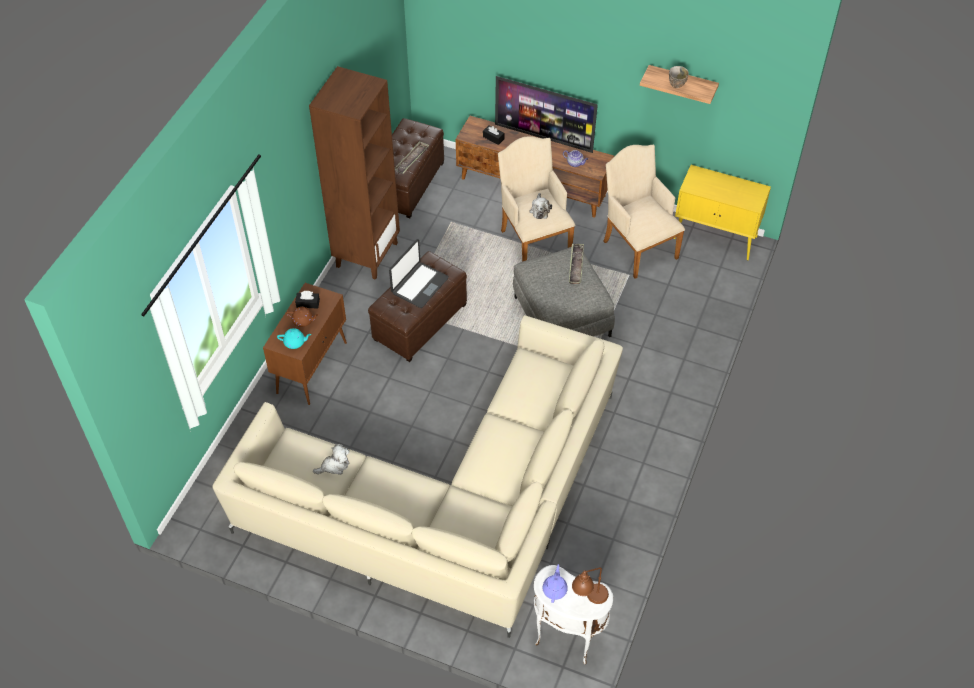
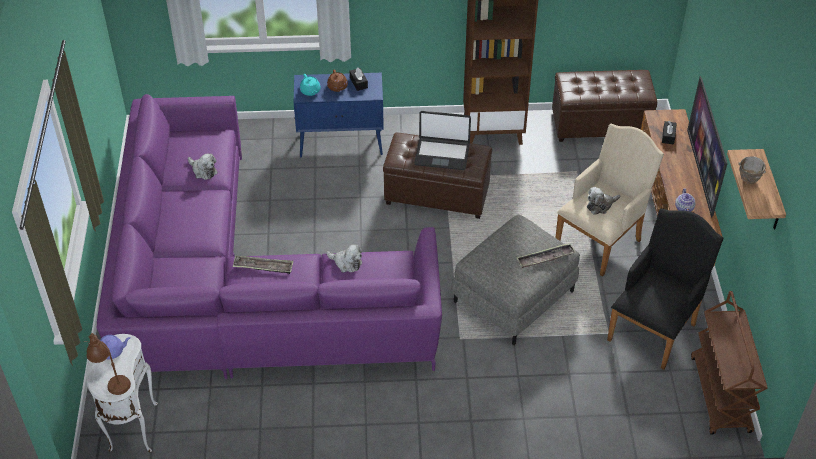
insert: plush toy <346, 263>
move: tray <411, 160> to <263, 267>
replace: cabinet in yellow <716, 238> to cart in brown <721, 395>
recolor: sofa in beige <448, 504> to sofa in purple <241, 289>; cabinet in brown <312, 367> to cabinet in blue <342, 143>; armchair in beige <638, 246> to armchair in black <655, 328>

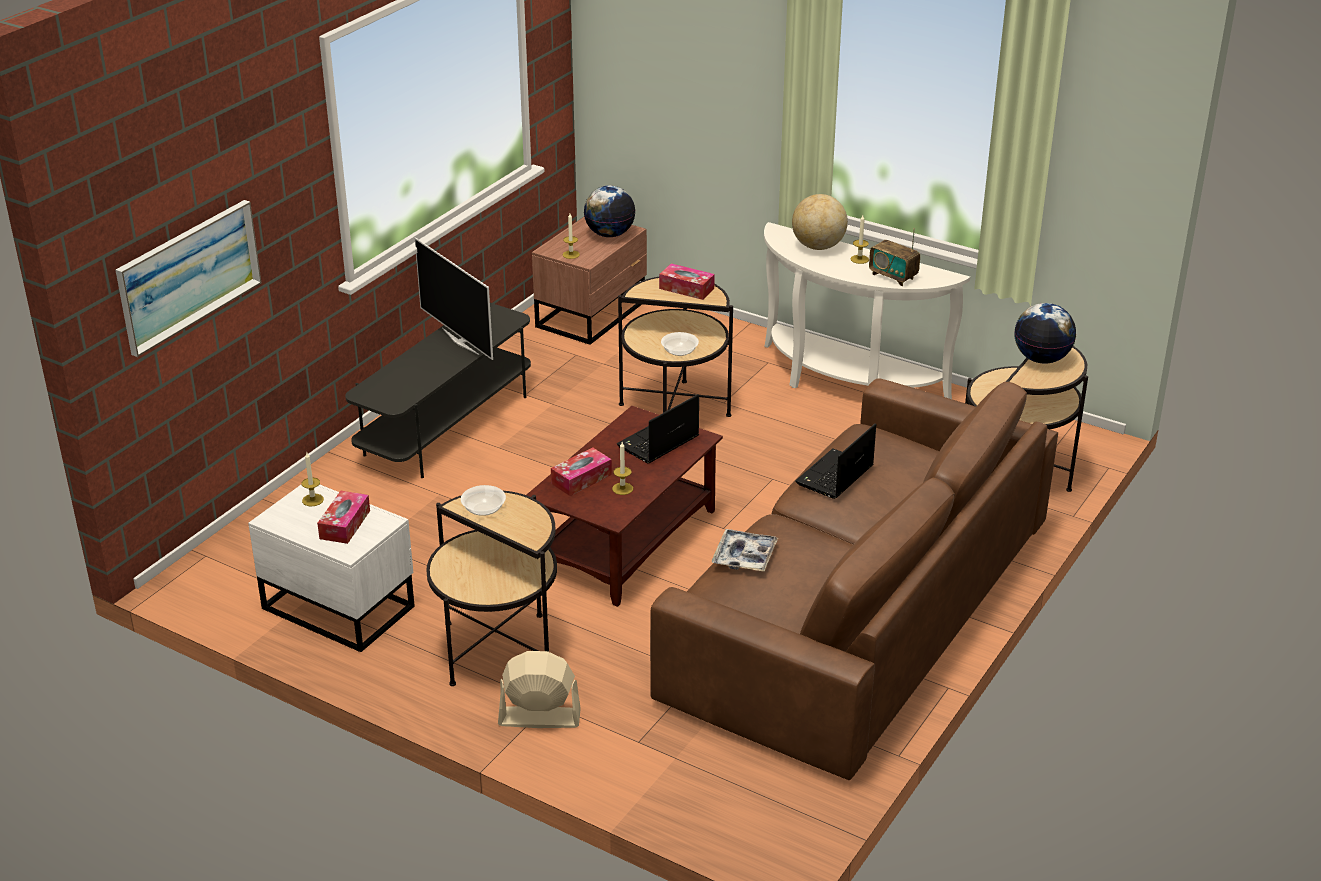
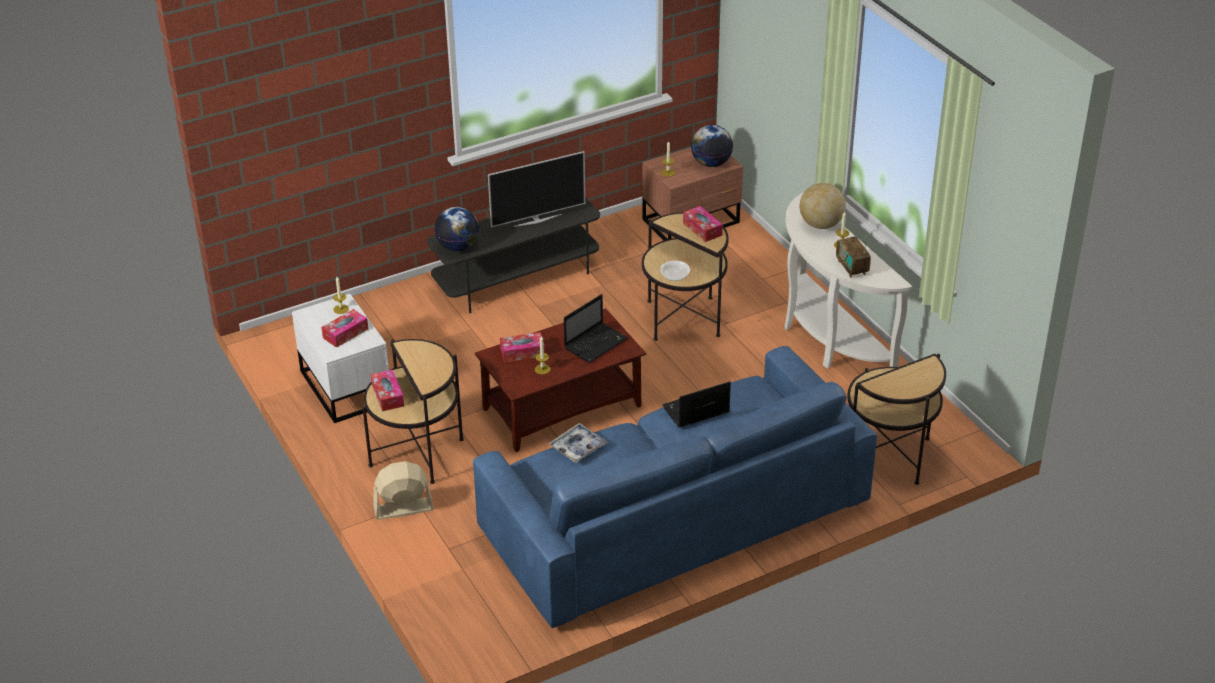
delete: picture <188, 275>; bowl <484, 509>
insert: tissue box <388, 395>
move: globe <1041, 359> to <458, 247>
recolor: sofa in brown <857, 608> to sofa in blue <673, 514>
rotate: fan in beige <539, 717> = <403, 508> 45 degrees counterclockwise; television <461, 341> = <537, 220> 105 degrees counterclockwise; laptop <657, 443> = <596, 343> 150 degrees clockwise

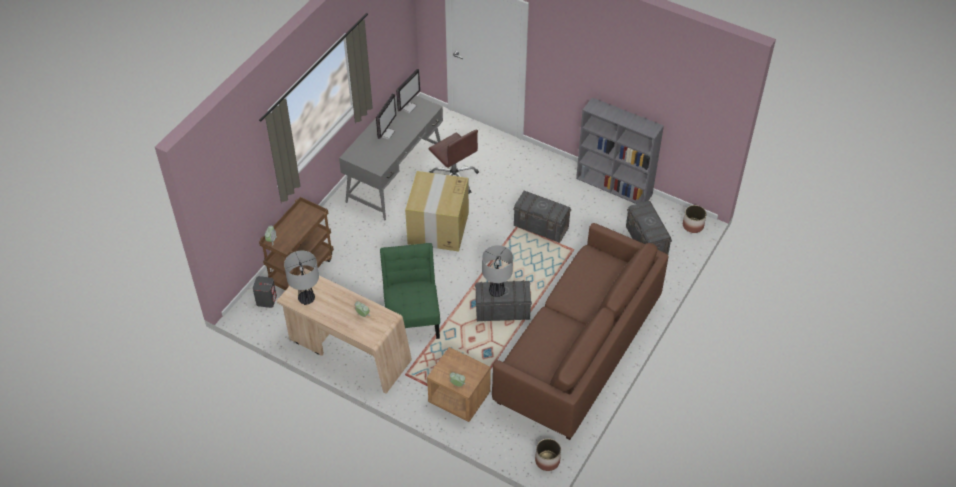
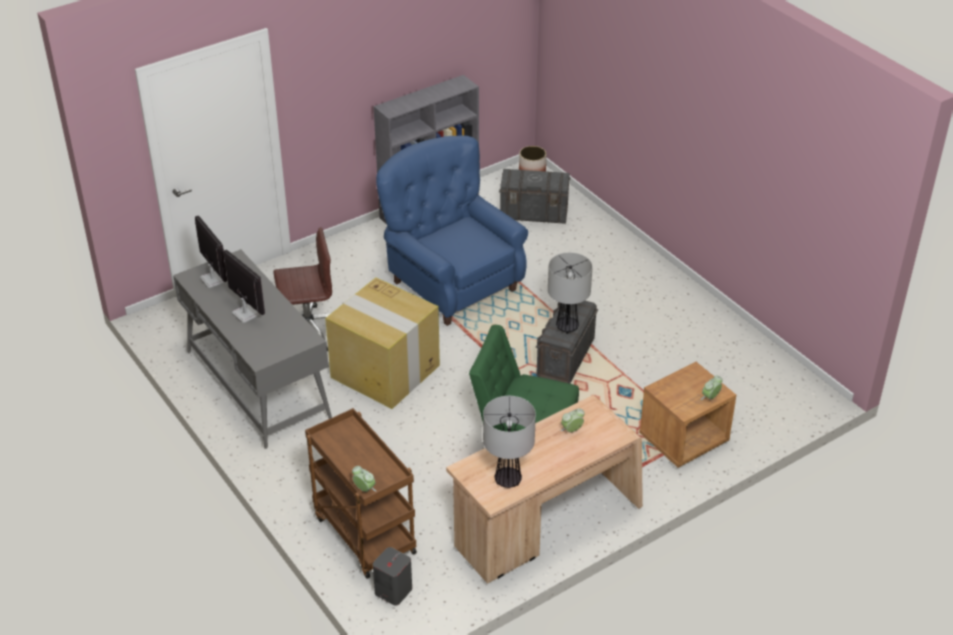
delete: sofa in brown <578, 350>; planter <547, 461>
replace: storage box in grey <541, 227> to armchair in blue <451, 283>

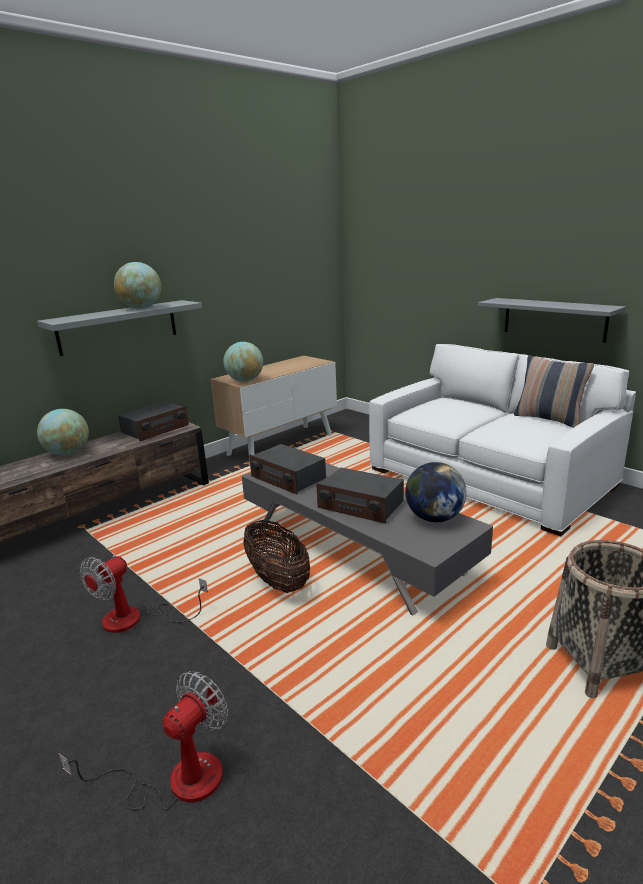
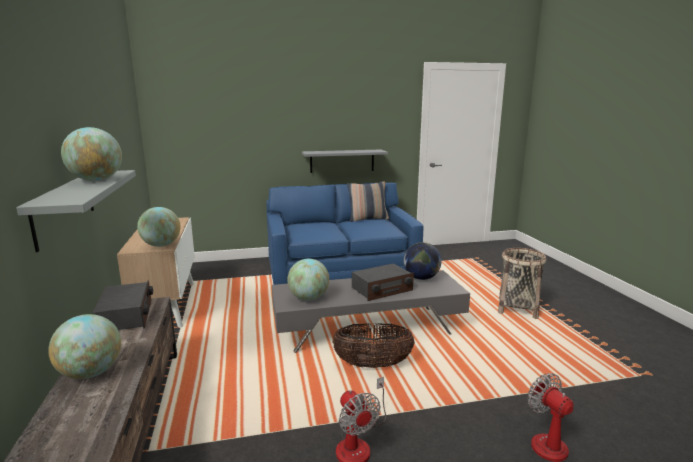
replace: radio <288, 478> to globe <309, 298>
recolor: sofa in white <490, 477> to sofa in blue <341, 267>

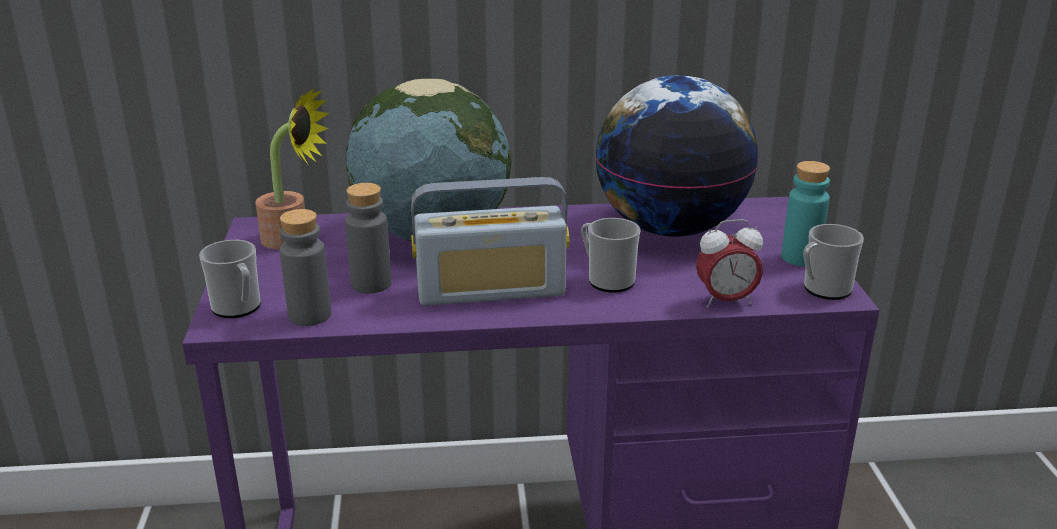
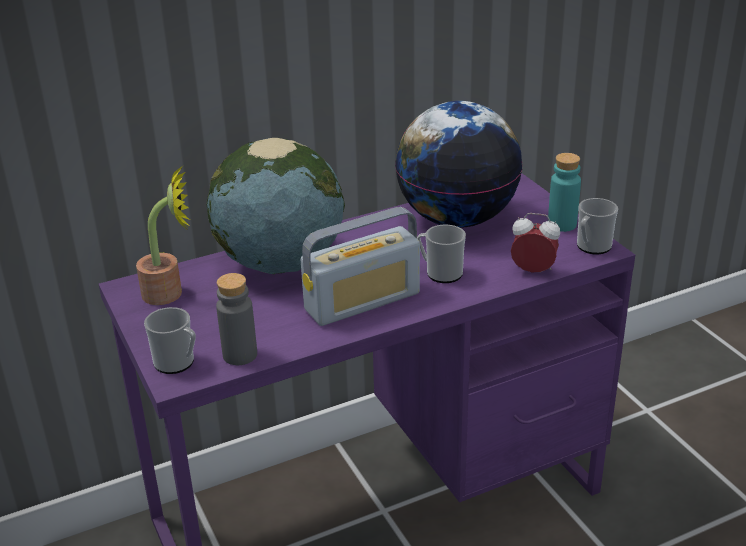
delete: bottle in grey <371, 284>
rotate: alarm clock <725, 301> = <533, 271> 135 degrees counterclockwise

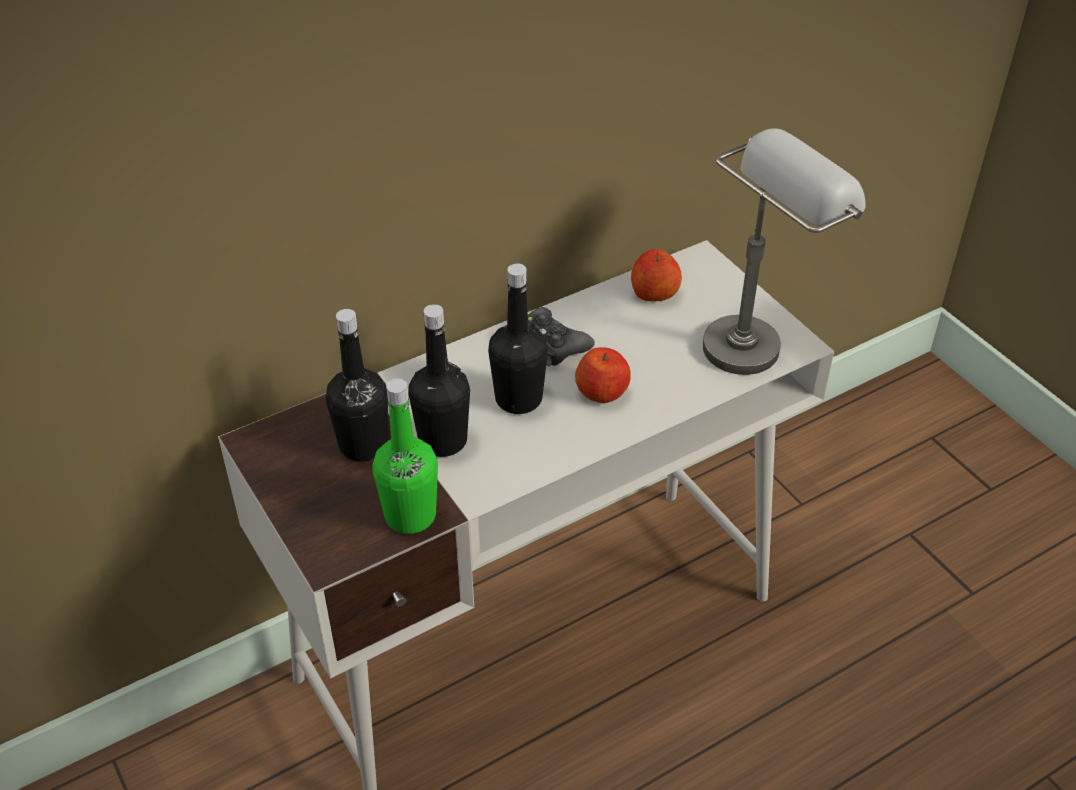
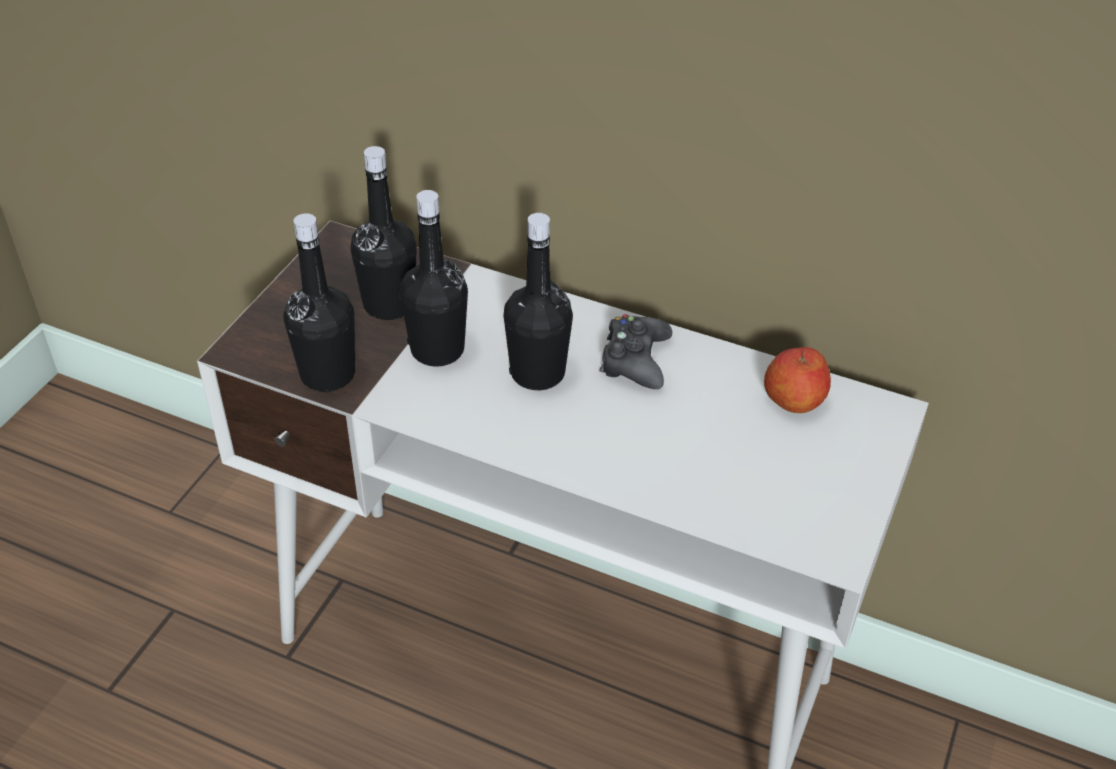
delete: apple <602, 391>; table lamp in grey <759, 336>
recolor: bottle in green <410, 515> to bottle in black <327, 374>

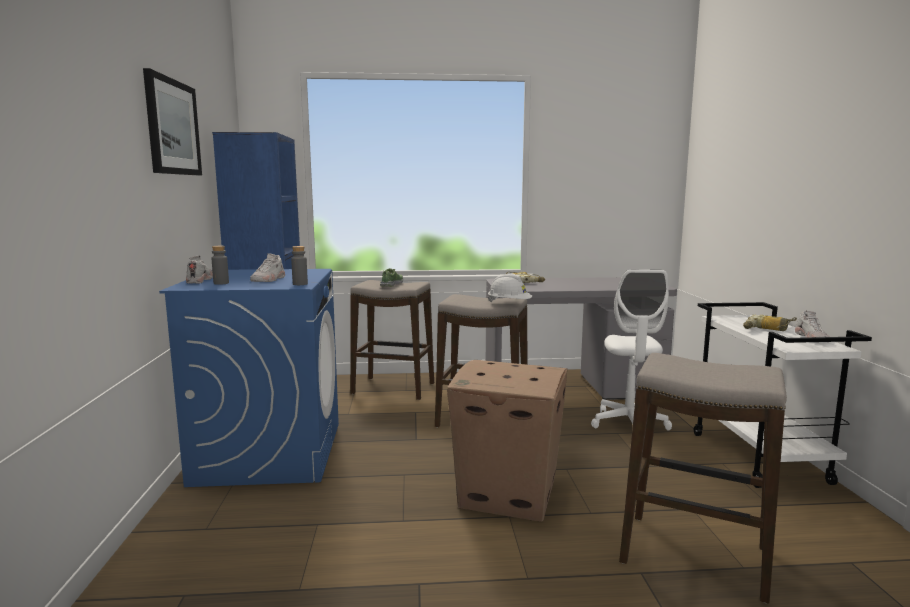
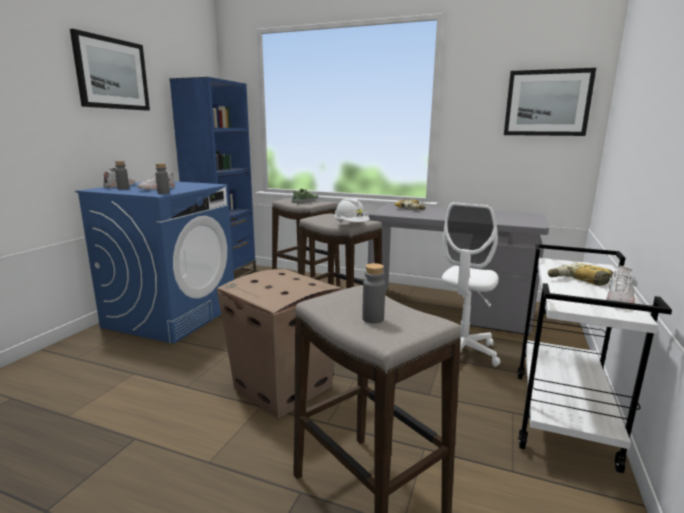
insert: bottle in grey <373, 319>; picture <547, 103>

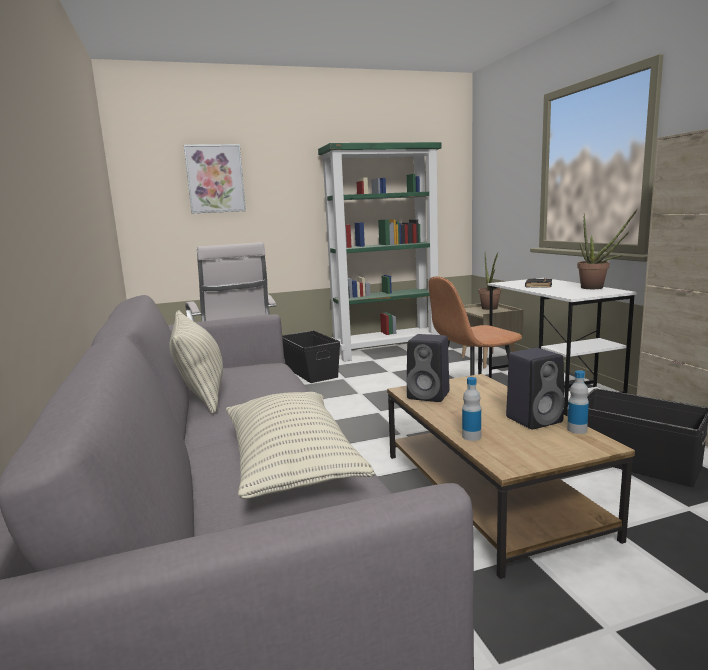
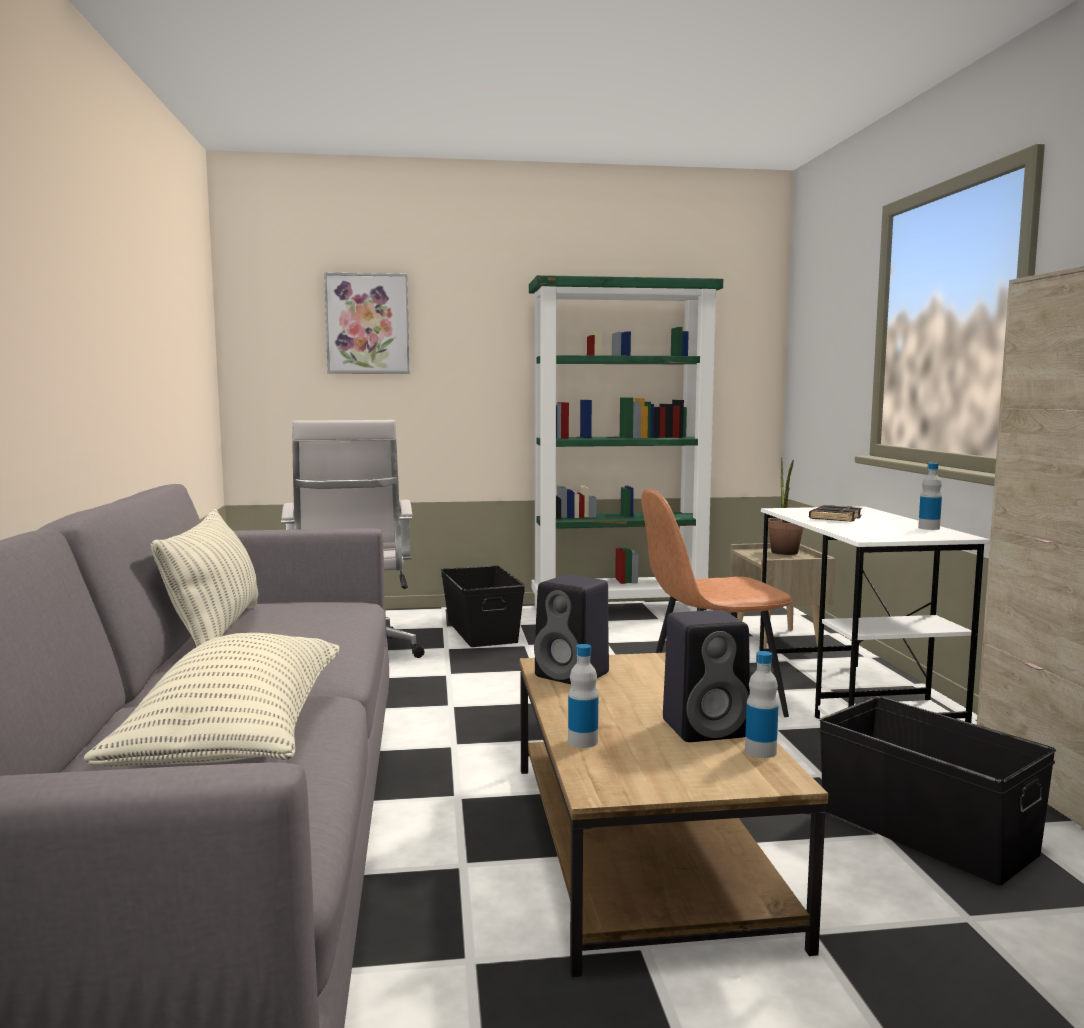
replace: potted plant <597, 288> to bottle <929, 528>

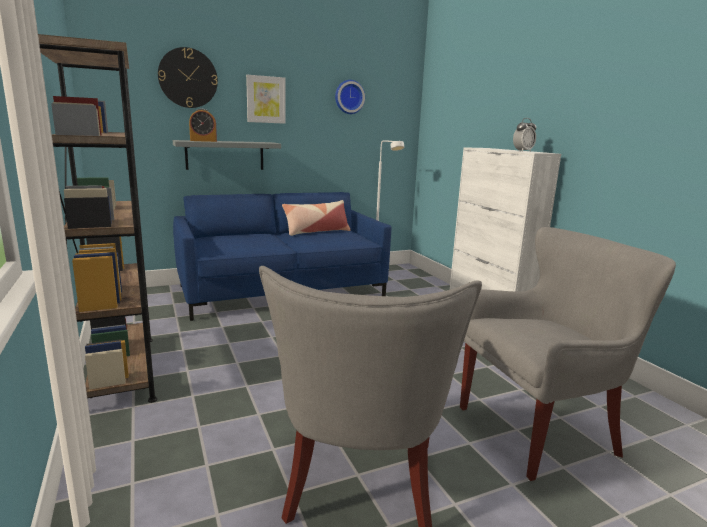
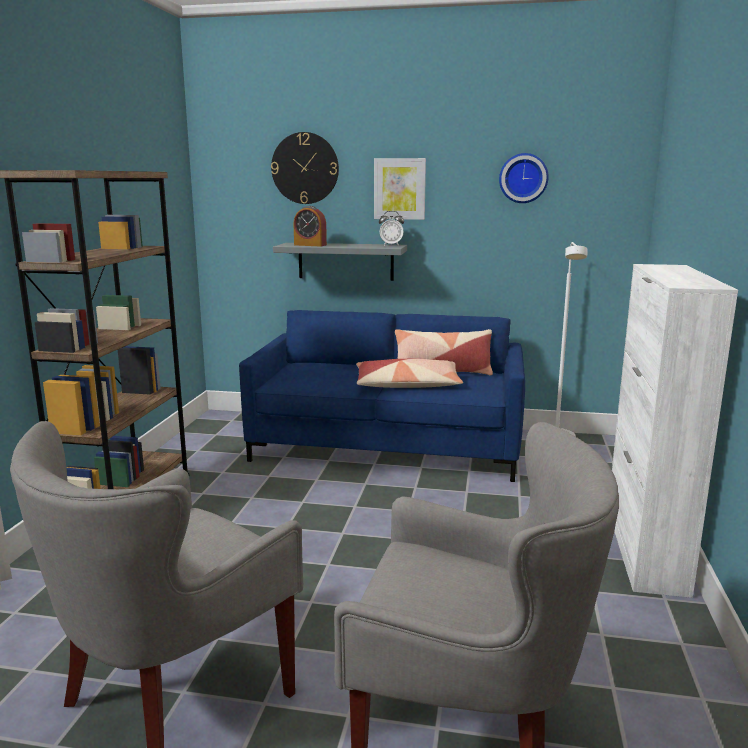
insert: pillow <408, 385>
move: alarm clock <522, 151> to <391, 245>

